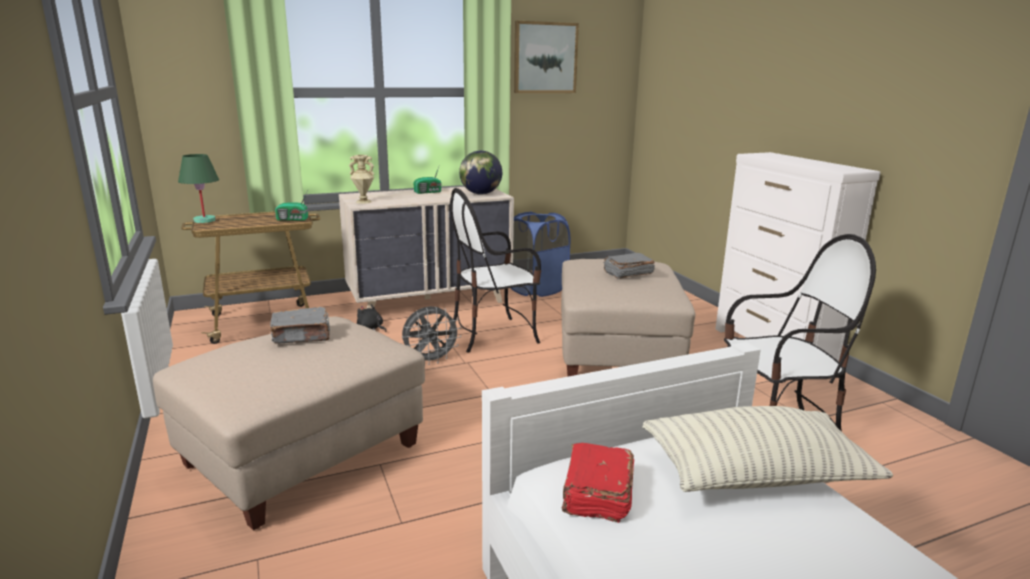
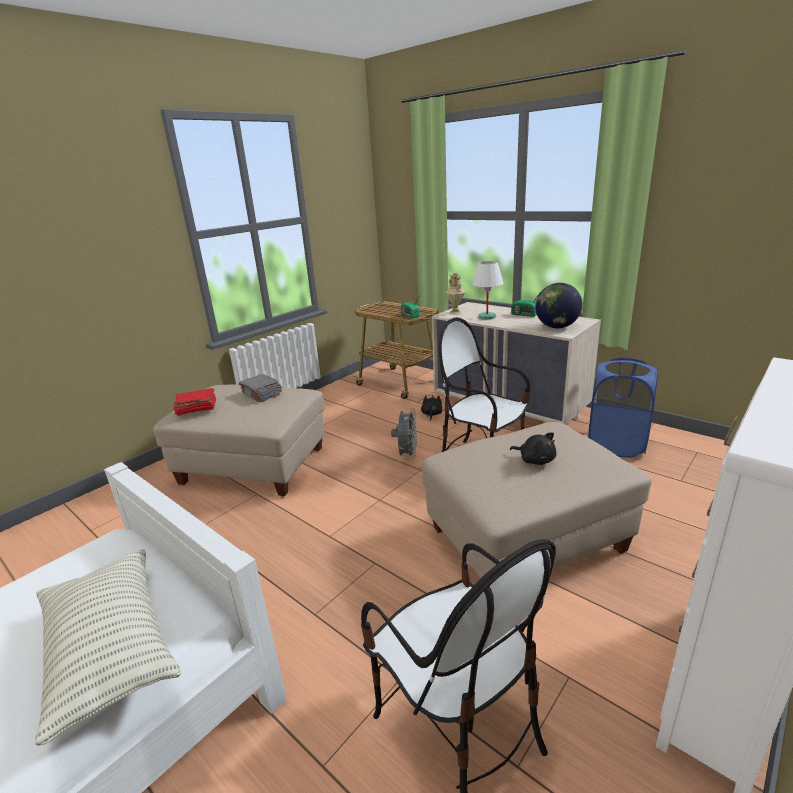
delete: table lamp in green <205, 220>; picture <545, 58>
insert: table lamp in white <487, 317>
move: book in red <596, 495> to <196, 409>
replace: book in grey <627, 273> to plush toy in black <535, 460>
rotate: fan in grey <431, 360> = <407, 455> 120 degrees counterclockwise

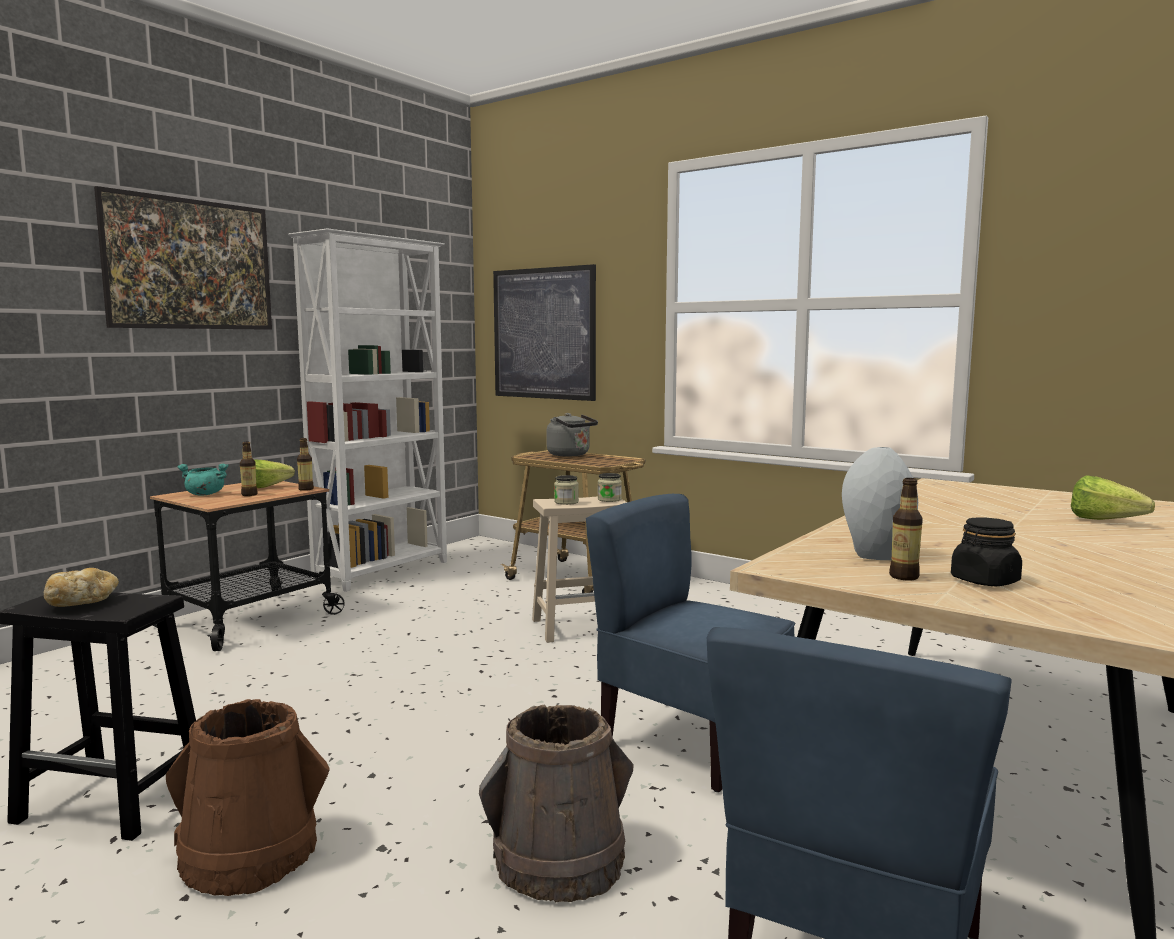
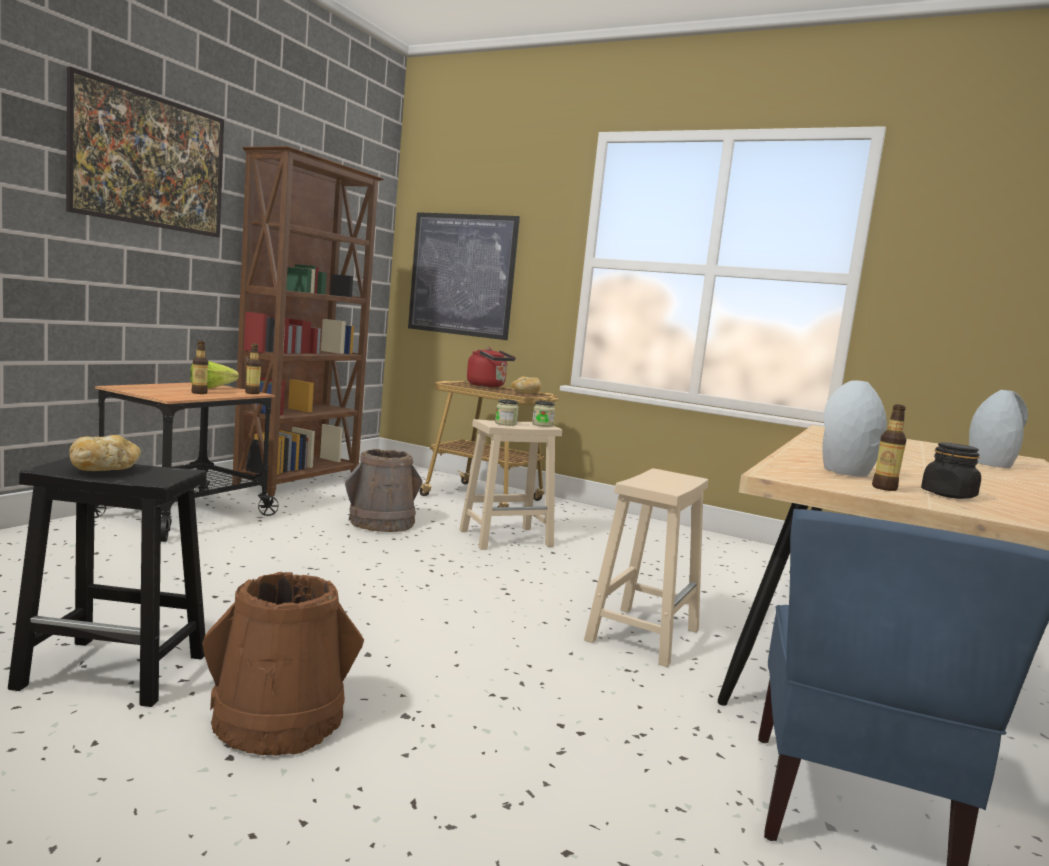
delete: cooking pot in turquoise <204, 494>
insert: bread <526, 393>
move: bucket in brown <560, 861> to <382, 523>
replace: chair in blue <691, 741> to stool in beige <643, 634>; lettuce <1110, 522> to vase in grey <990, 464>
recolor: bookcase in white <384, 571> to bookcase in brown <300, 482>; kettle in grey <571, 455> to kettle in red <488, 386>

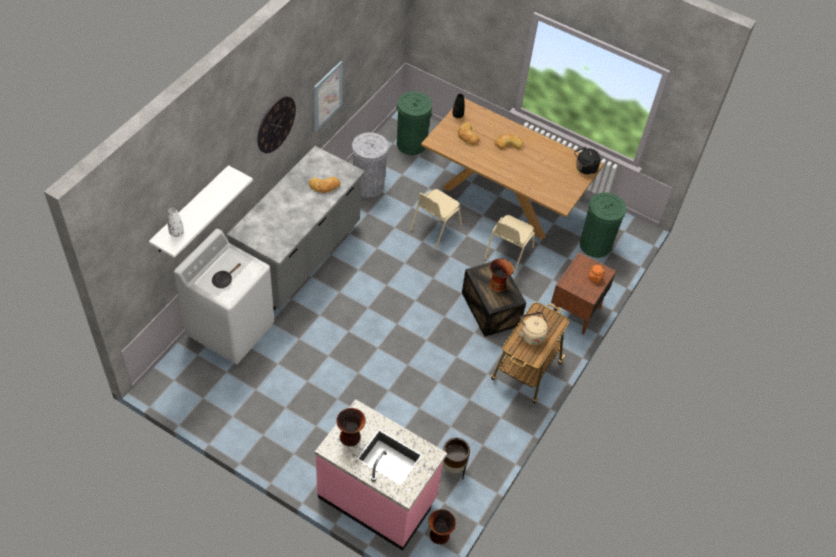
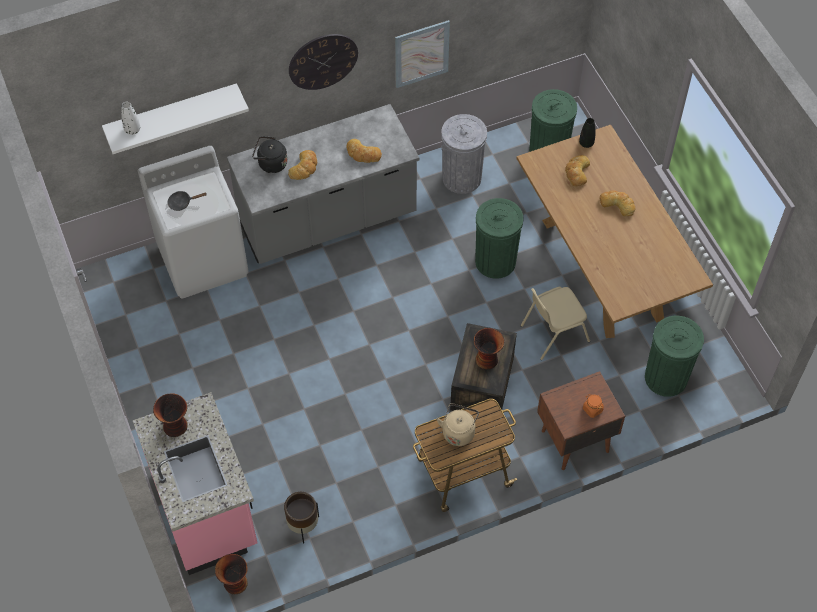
insert: bread <304, 167>
move: kettle in black <585, 168> to <270, 164>
replace: chair in beige <434, 228> to trash can in green <495, 261>

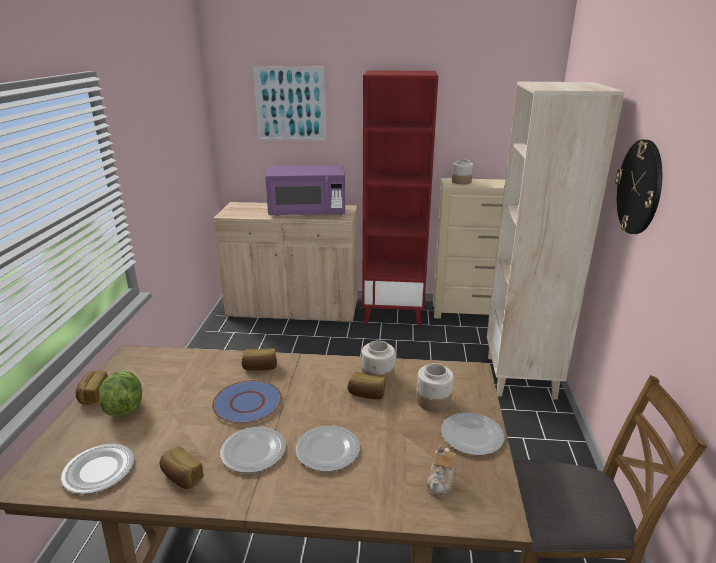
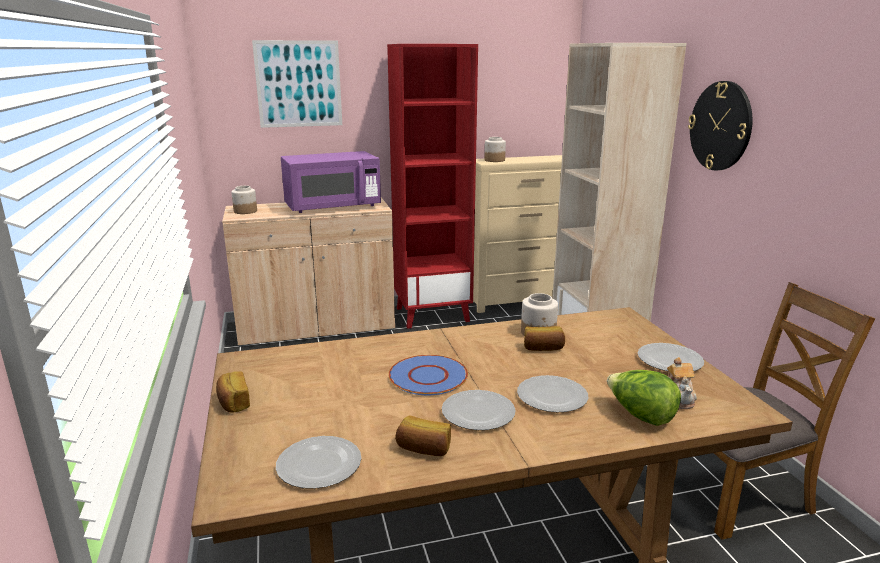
delete: bread <260, 367>
move: jar <433, 401> to <245, 211>; lettuce <124, 406> to <640, 416>

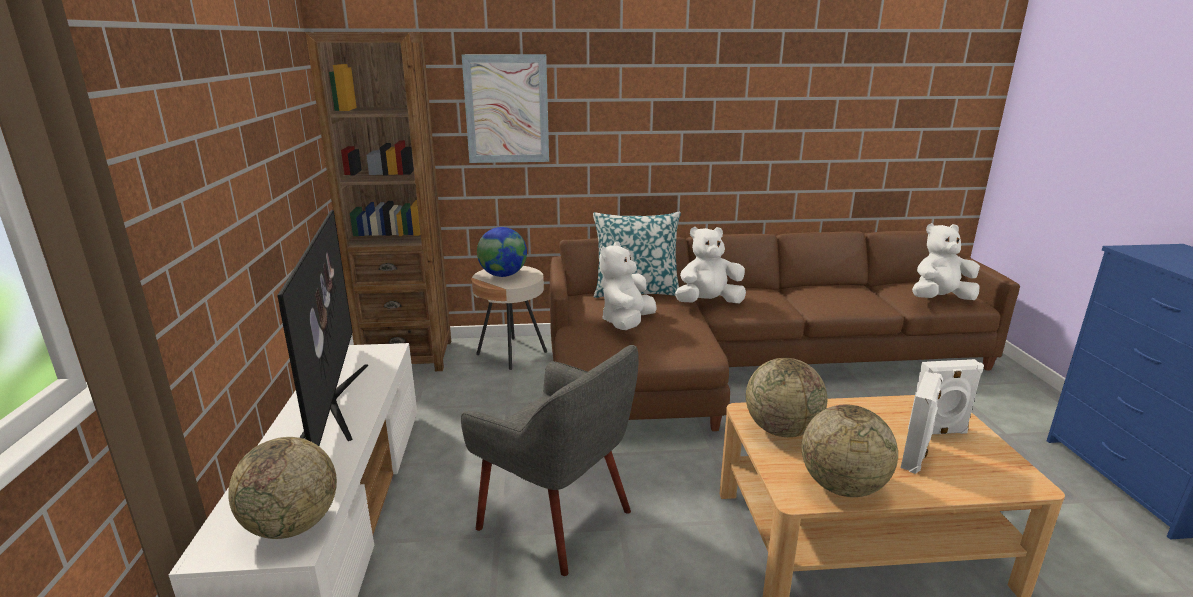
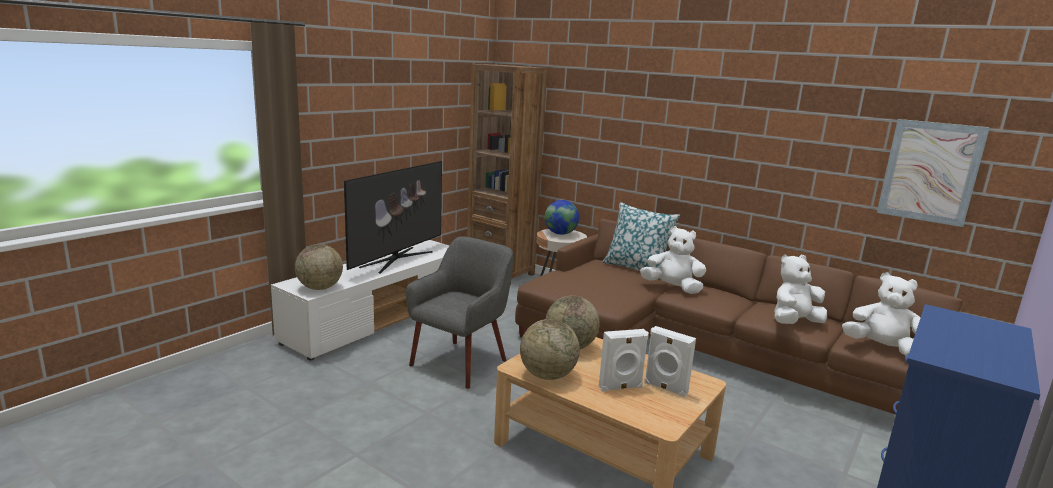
move: plush toy in white <626, 323> to <794, 323>; picture <507, 109> to <930, 172>
rotate: armchair in grey <557, 519> = <460, 363> 135 degrees counterclockwise

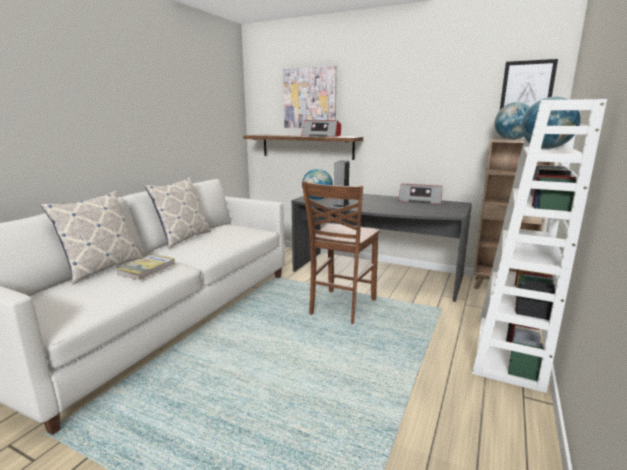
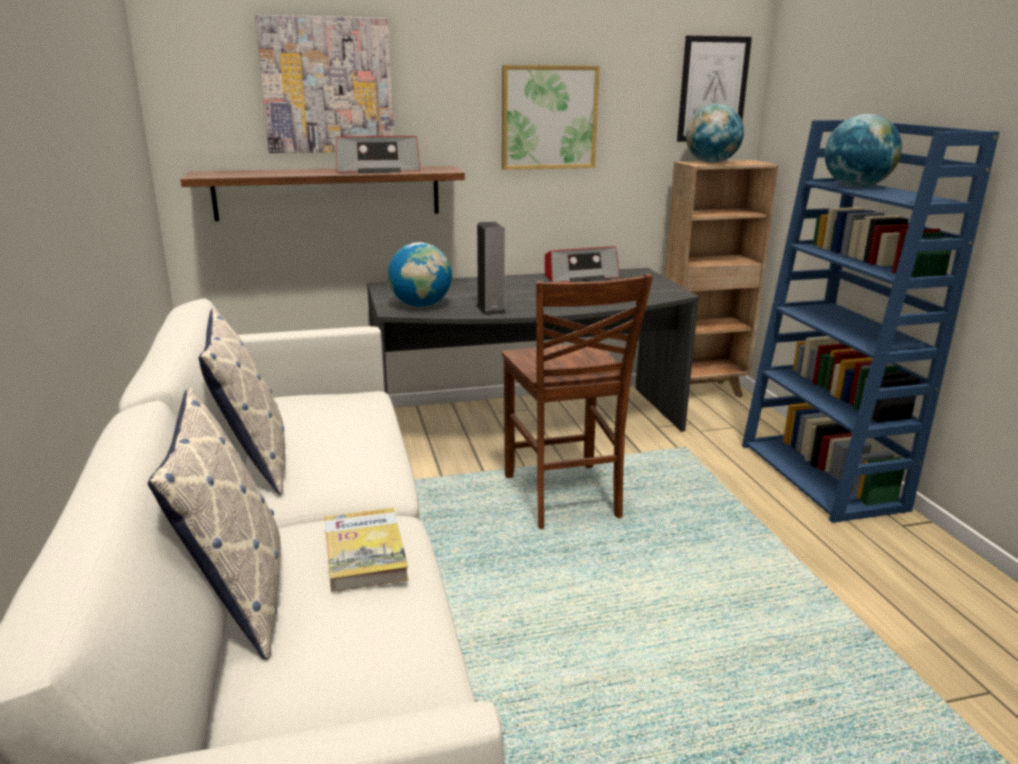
insert: picture <549, 117>
recolor: bookcase in white <509, 351> to bookcase in blue <822, 476>

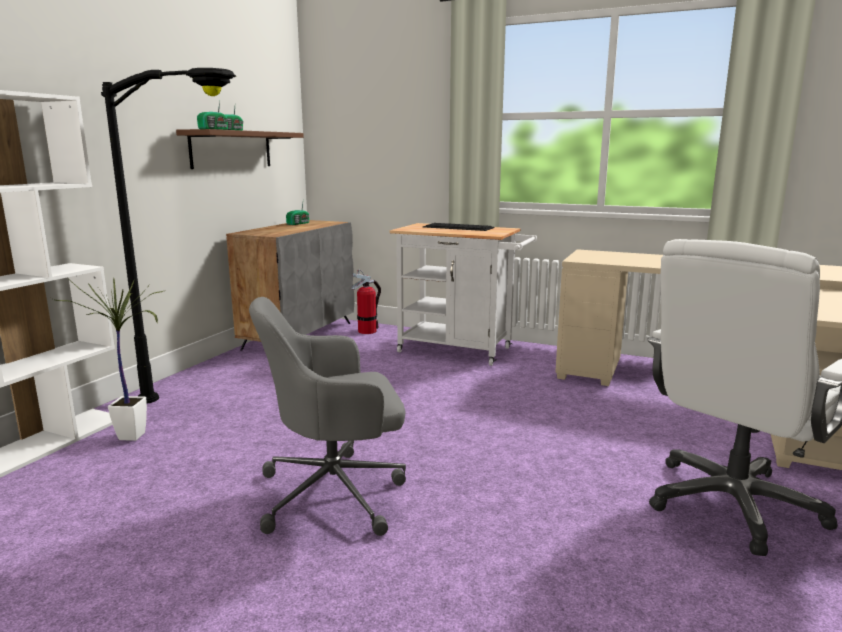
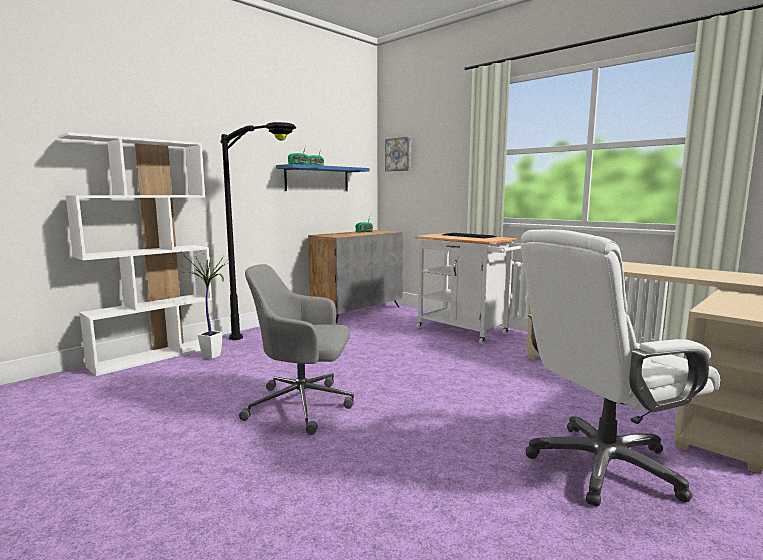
delete: fire extinguisher <367, 331>
insert: picture <399, 154>
recolor: shelf in brown <231, 149> to shelf in blue <317, 179>

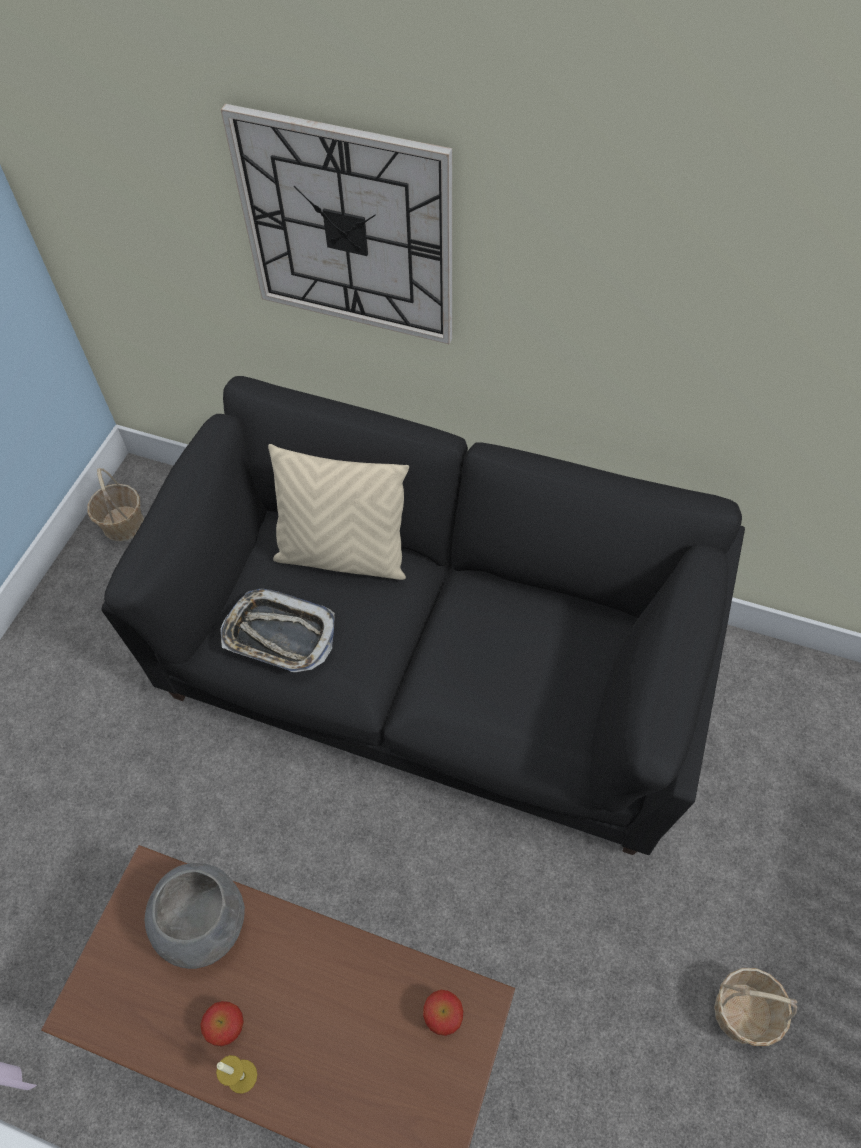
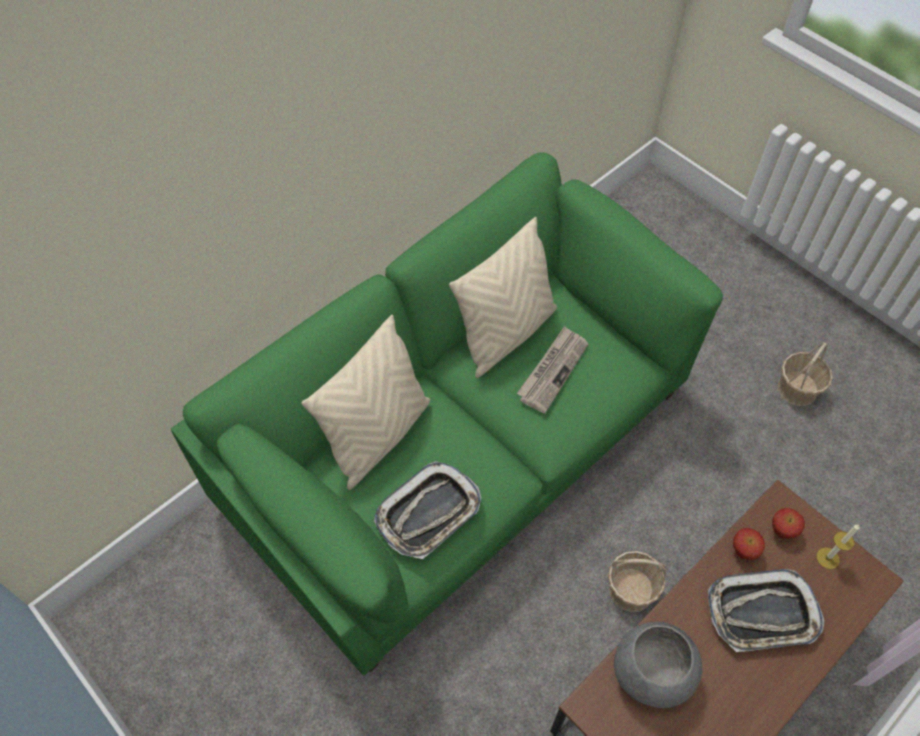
delete: wall clock <347, 229>
insert: pillow in beige <506, 334>; newspaper <552, 370>; tray <762, 614>
move: basket <123, 524> to <631, 590>; apple <228, 1027> to <743, 552>; candle <242, 1076> to <827, 558>
recolor: sofa in black <434, 665> to sofa in green <458, 450>

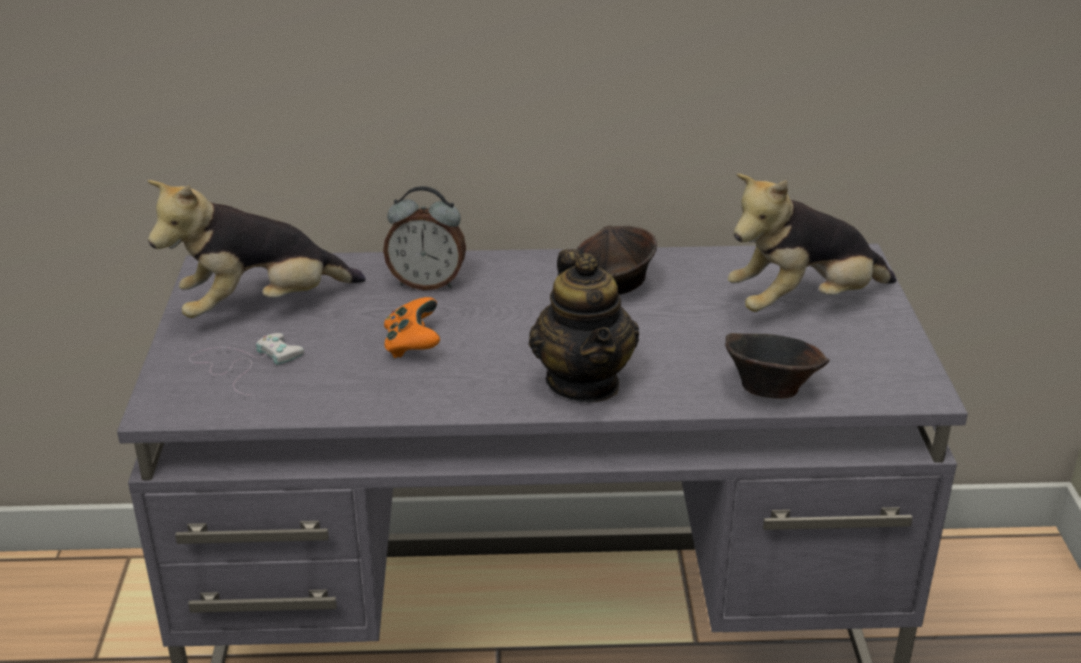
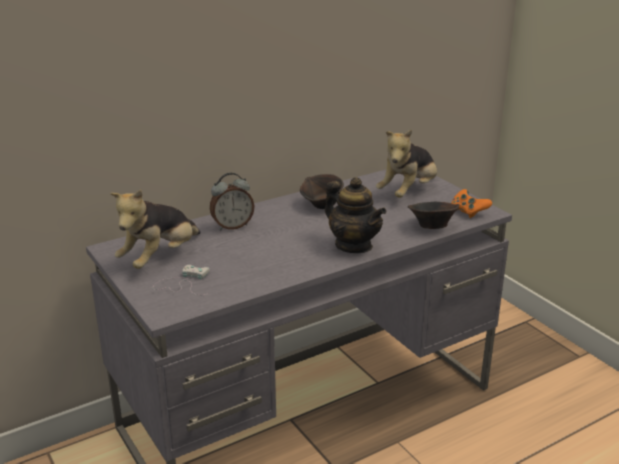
move: game controller in orange <412, 345> to <468, 212>

